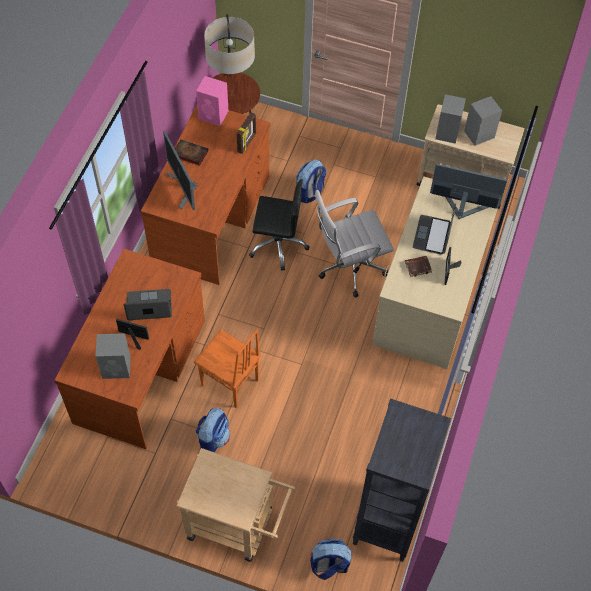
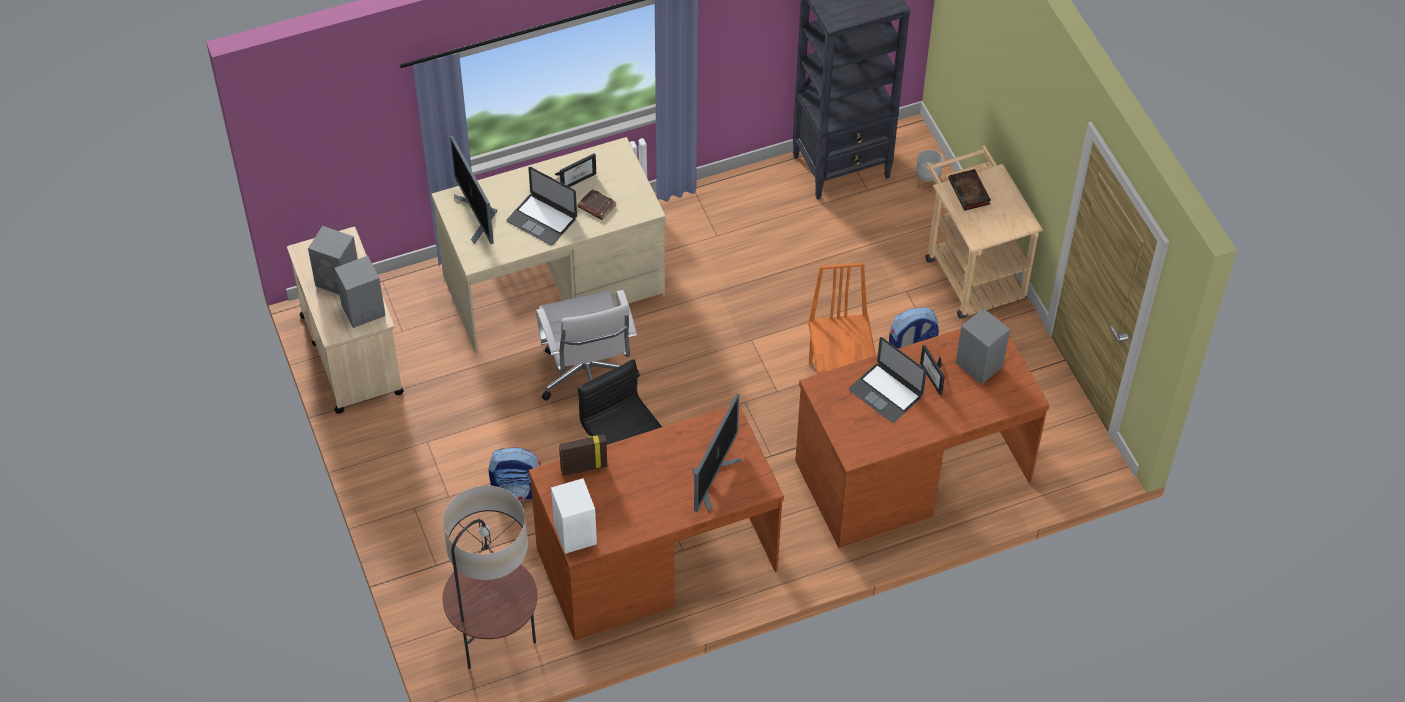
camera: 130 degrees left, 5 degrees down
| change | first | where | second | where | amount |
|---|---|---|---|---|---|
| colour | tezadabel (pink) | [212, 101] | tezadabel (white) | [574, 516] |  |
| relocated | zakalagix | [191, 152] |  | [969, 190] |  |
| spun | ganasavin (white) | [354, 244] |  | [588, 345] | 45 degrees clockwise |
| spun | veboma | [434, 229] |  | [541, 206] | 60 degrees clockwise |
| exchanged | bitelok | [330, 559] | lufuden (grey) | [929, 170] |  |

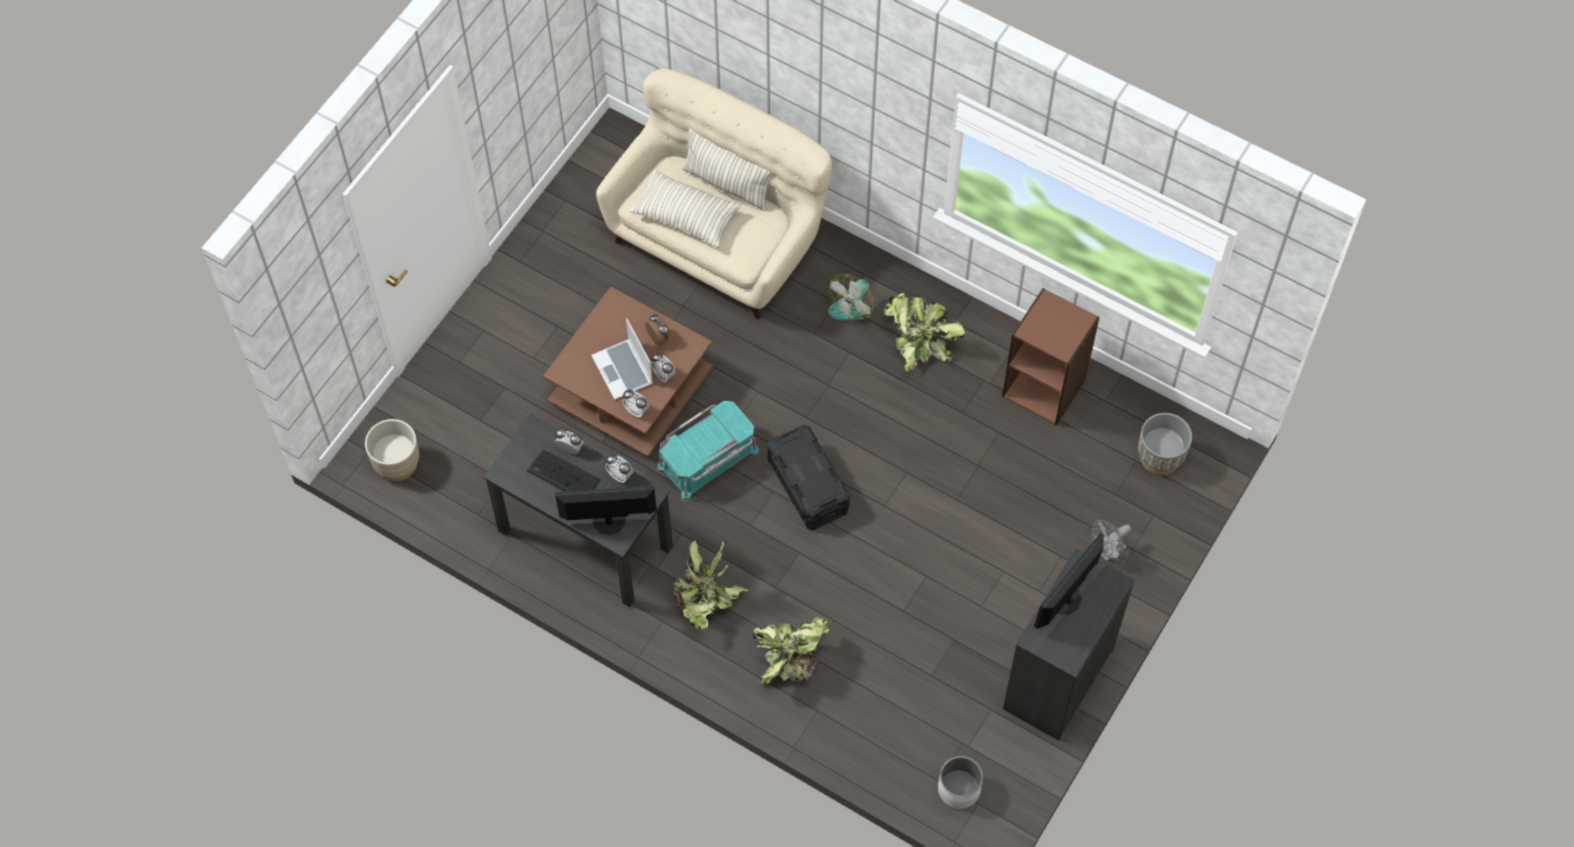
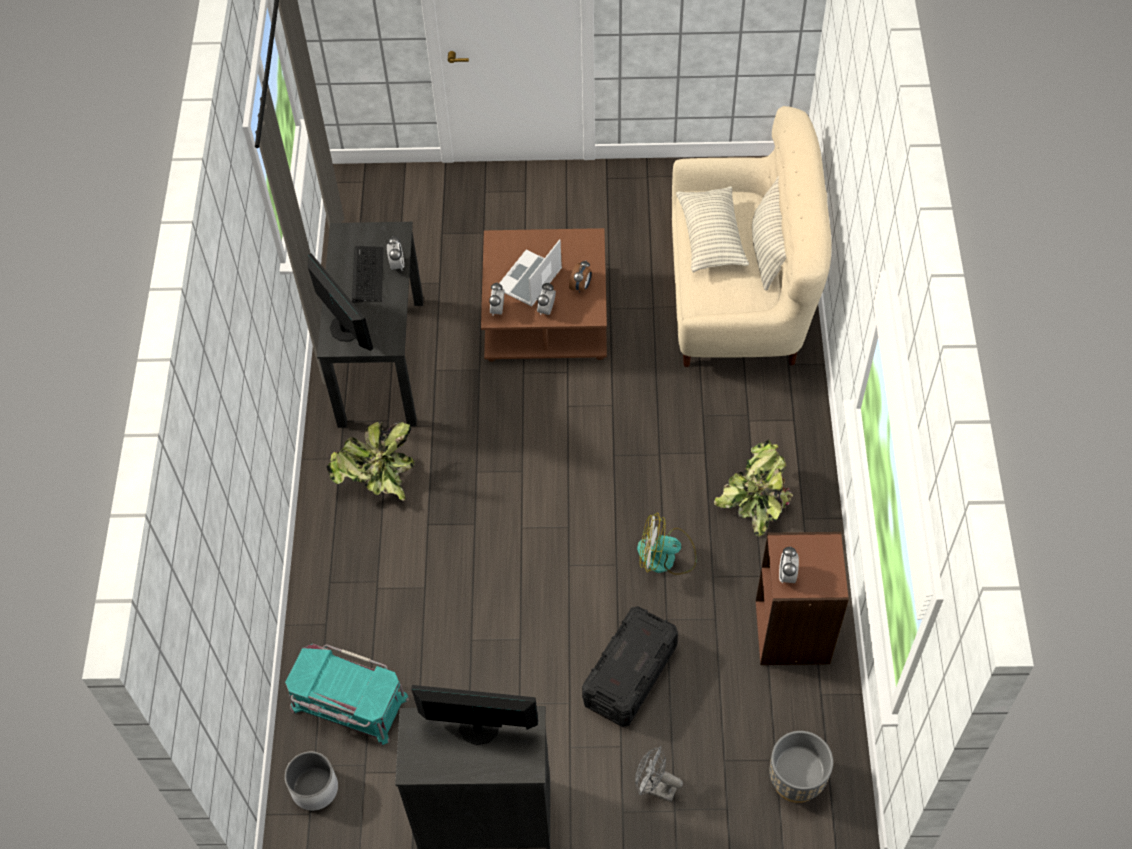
camera: 60 degrees right, 5 degrees down
| change | first | where | second | where | amount |
|---|---|---|---|---|---|
| relocated | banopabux | [852, 297] |  | [666, 544] |  |
| relocated | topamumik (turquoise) | [708, 451] |  | [347, 694] |  |
| missing | lufuden (beige) | [392, 450] |  |  |  |
| relocated | topamumik (black) | [808, 477] |  | [630, 666] |  |
| relocated | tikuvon | [619, 468] |  | [789, 564] |  |
| missing | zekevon | [791, 650] |  |  |  |

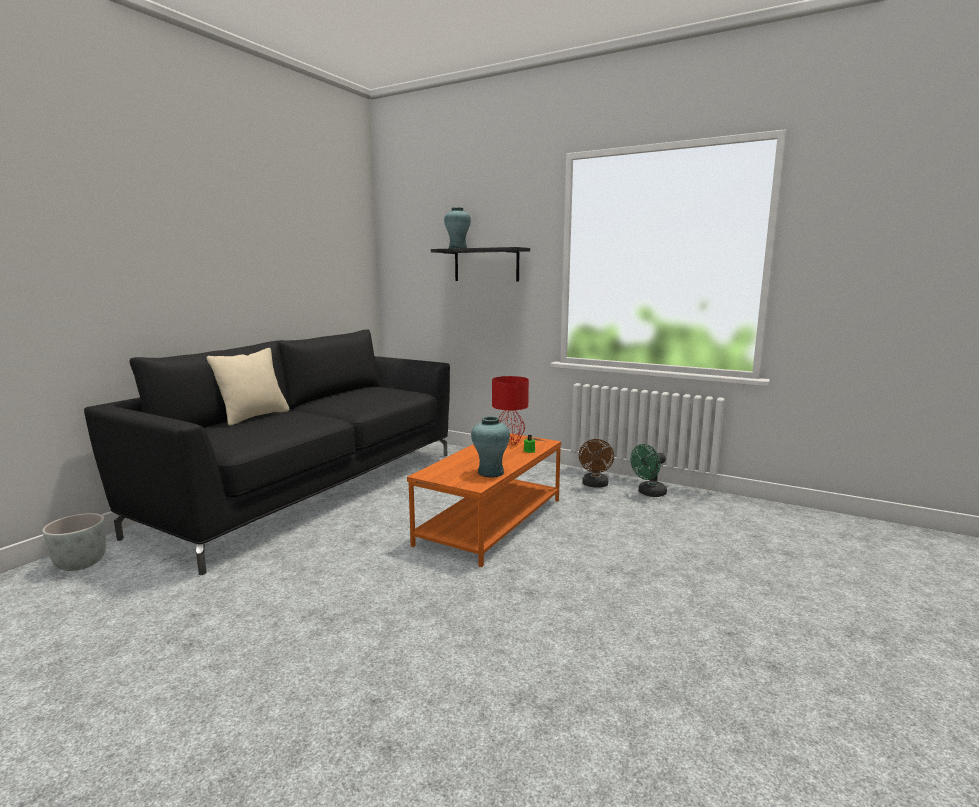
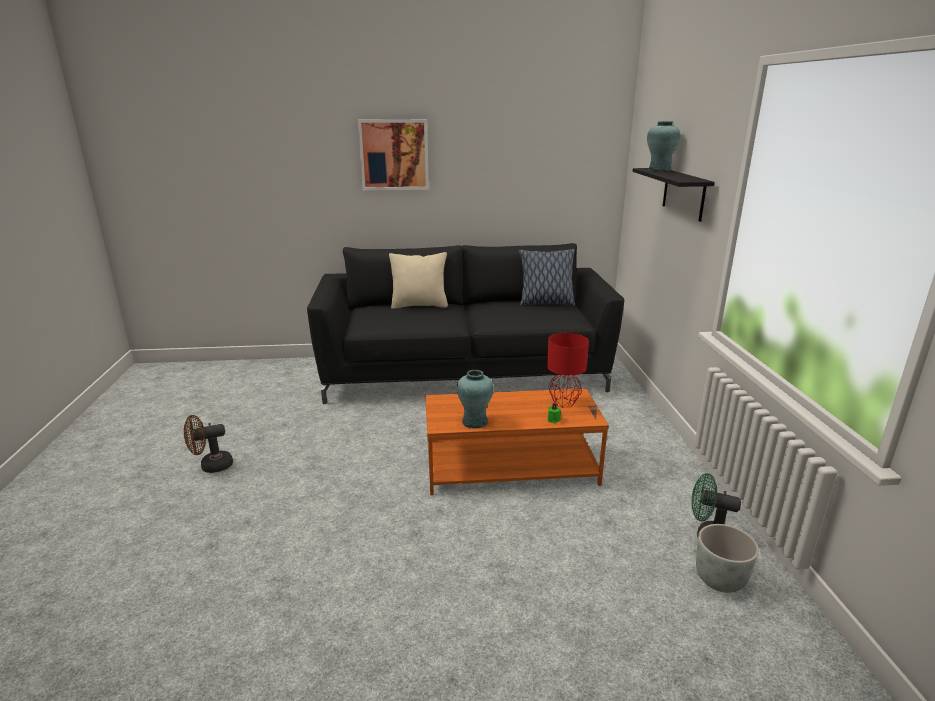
camera: 55 degrees right, 10 degrees up
| change | first | where | second | where | amount |
|---|---|---|---|---|---|
| relocated | banopabux (brown) | [596, 463] |  | [208, 444] |  |
| relocated | lufuden (grey) | [74, 542] |  | [727, 558] |  |
| appeared |  |  | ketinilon | [393, 154] |  |
| appeared |  |  | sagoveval | [546, 277] |  |

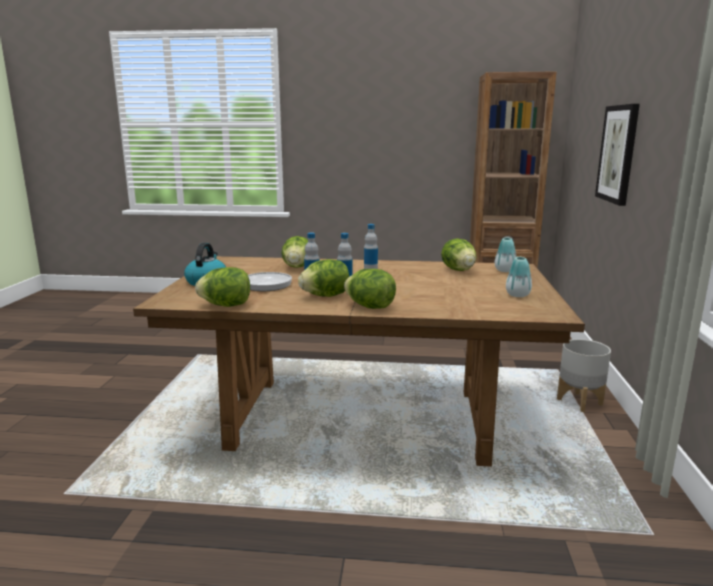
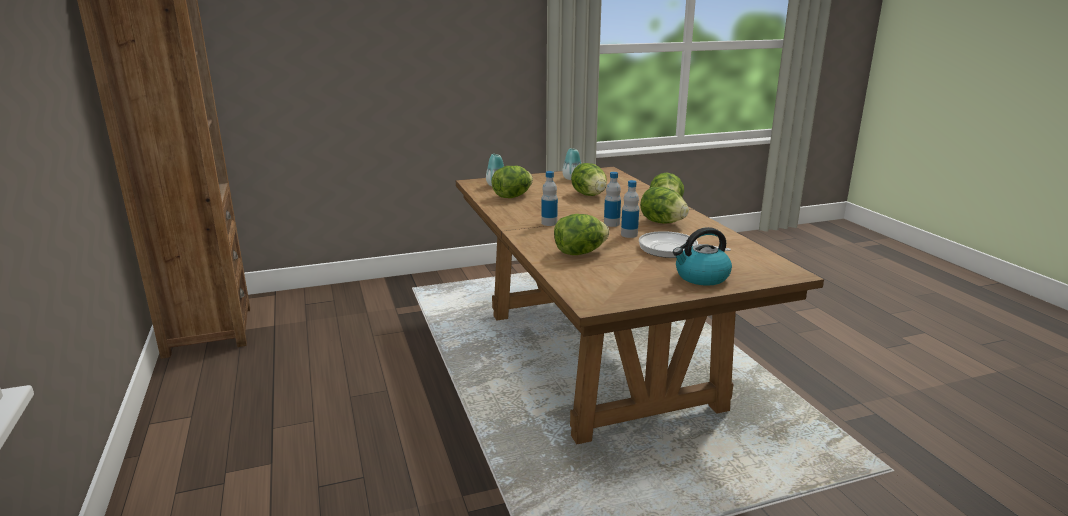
camera: 115 degrees left, 5 degrees up
| change | first | where | second | where | amount |
|---|---|---|---|---|---|
| missing | ketinilon | [617, 155] |  |  |  |
| relocated | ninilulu | [222, 287] |  | [589, 179] |  |
| missing | lufuden (grey) | [584, 376] |  |  |  |

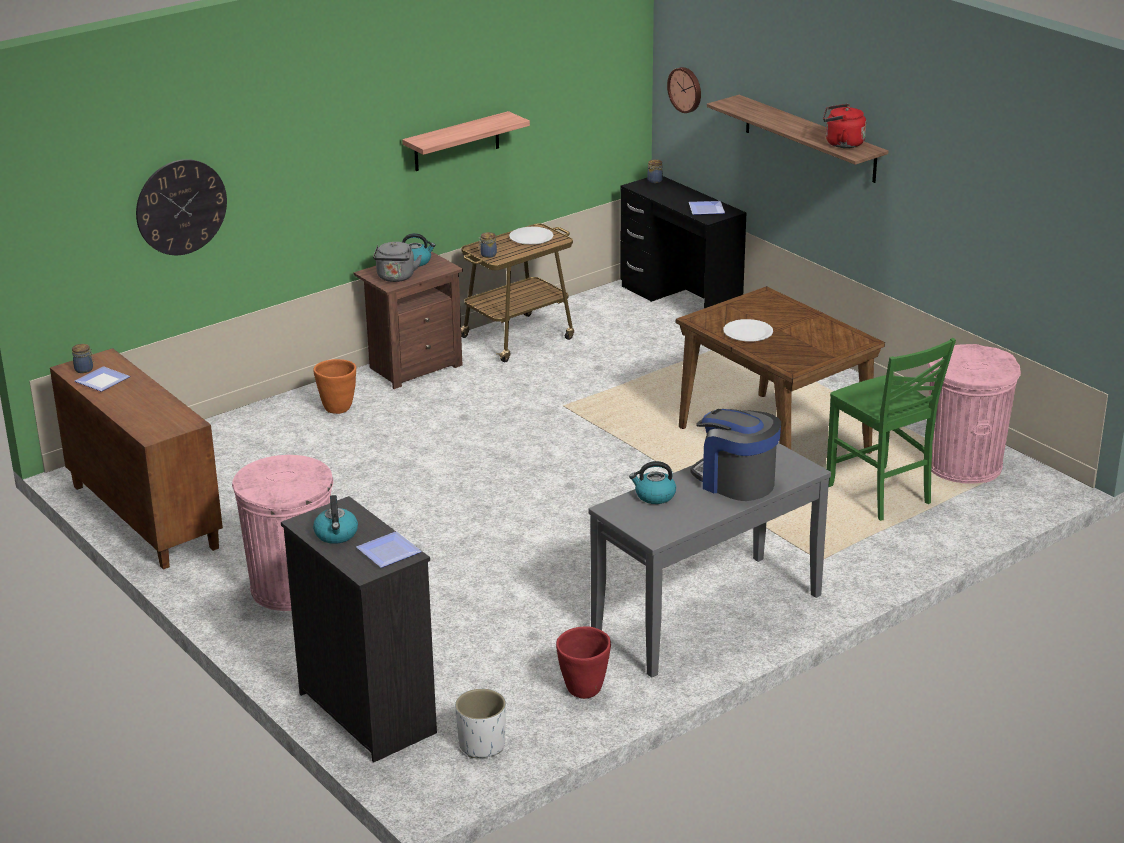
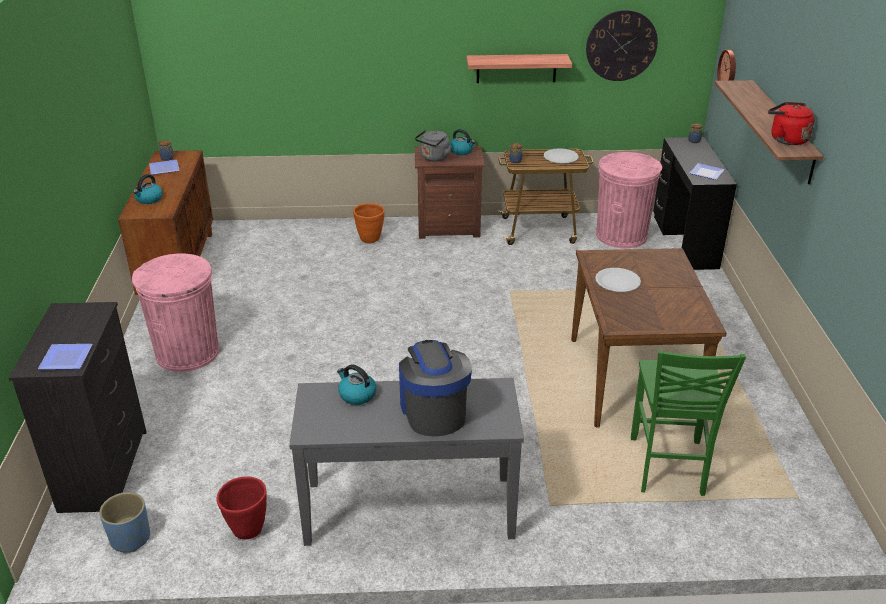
camera: 35 degrees right, 5 degrees up
| change | first | where | second | where | amount |
|---|---|---|---|---|---|
| relocated | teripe | [181, 207] |  | [622, 45] |  |
| relocated | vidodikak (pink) | [974, 414] |  | [629, 200] |  |
| relocated | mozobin | [335, 519] |  | [148, 189] |  |
| colour | lufuden (white) | [480, 723] | lufuden (blue) | [124, 522] |  |

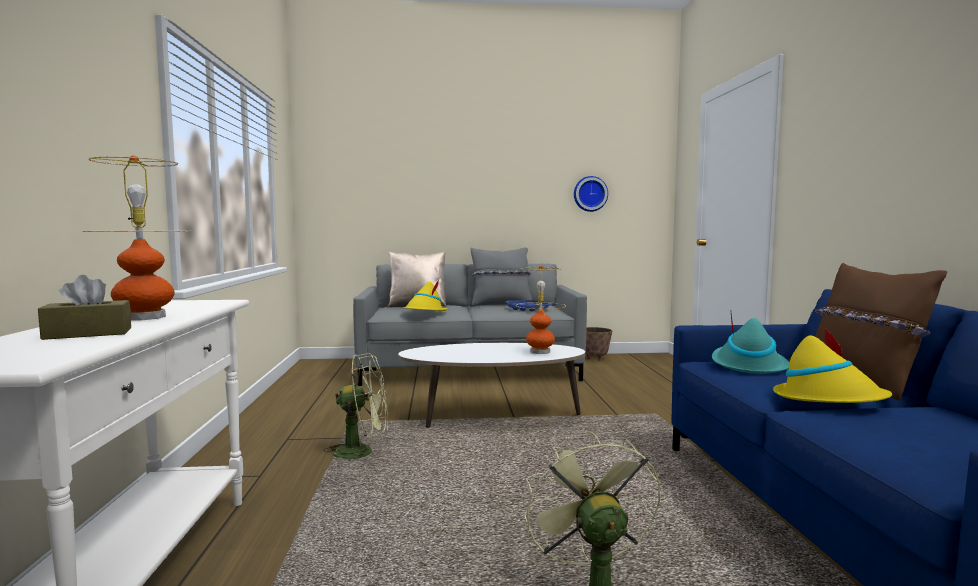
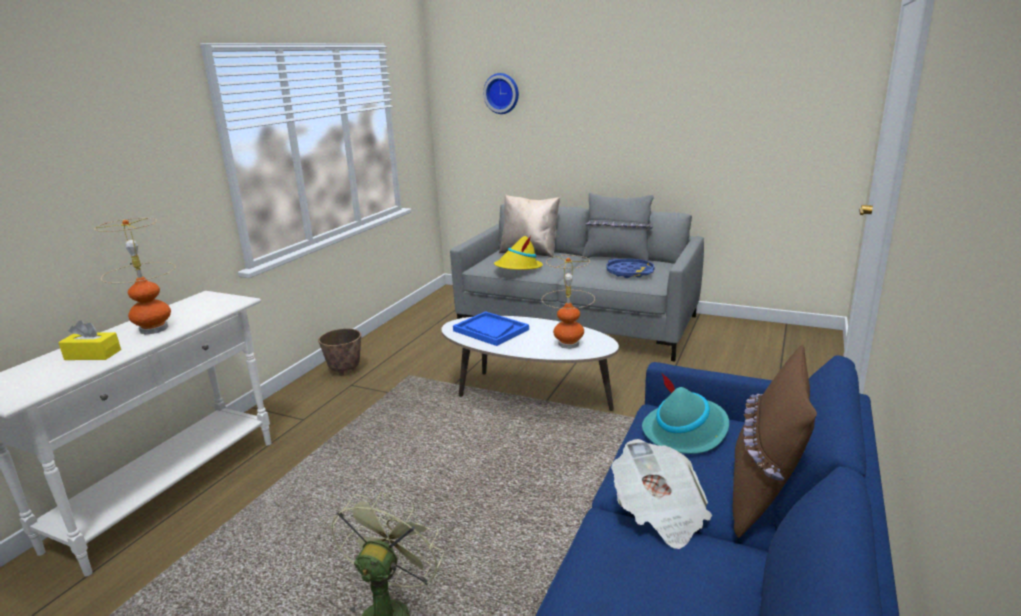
camera: 30 degrees right, 15 degrees up
| change | first | where | second | where | amount |
|---|---|---|---|---|---|
| relocated | teripe | [591, 194] |  | [501, 93] |  |
| colour | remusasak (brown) | [84, 307] | remusasak (yellow) | [89, 340] |  |
| exchanged | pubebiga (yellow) | [832, 364] | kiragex | [661, 494] |  |
| relocated | lufuden | [599, 343] |  | [339, 352] |  |
| missing | banopabux (green) | [356, 407] |  |  |  |
| appeared |  |  | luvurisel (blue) | [491, 328] |  |

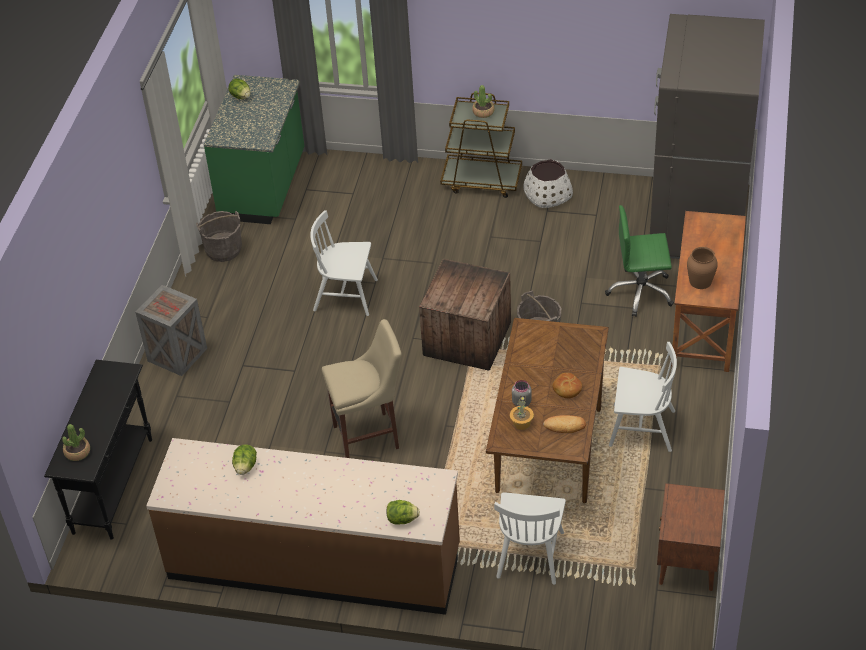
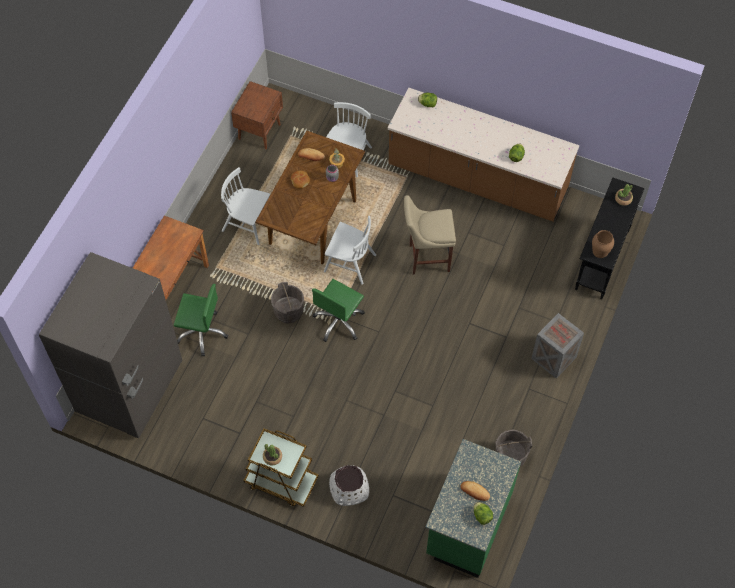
camera: 170 degrees left, 15 degrees up
| change | first | where | second | where | amount |
|---|---|---|---|---|---|
| relocated | lufuden (white) | [548, 183] |  | [349, 485] |  |
| relocated | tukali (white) | [344, 263] |  | [350, 250] |  |
| relocated | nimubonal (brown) | [702, 268] |  | [603, 244] |  |
| exchanged | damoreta | [465, 315] | ganasavin (green) | [338, 310] |  |
| appeared |  |  | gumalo | [475, 491] |  |

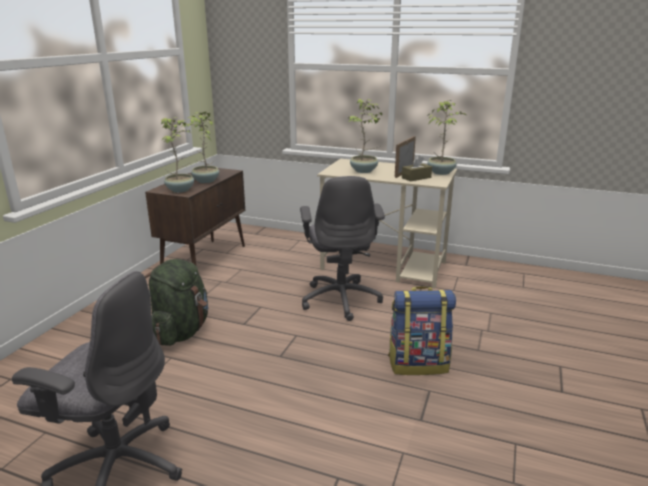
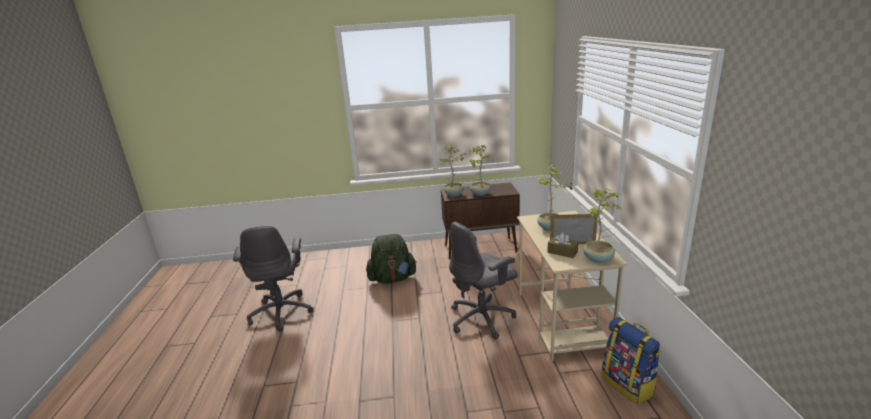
camera: 65 degrees right, 0 degrees up
| change | first | where | second | where | amount |
|---|---|---|---|---|---|
| relocated | bitelok | [422, 330] |  | [631, 361] |  |

